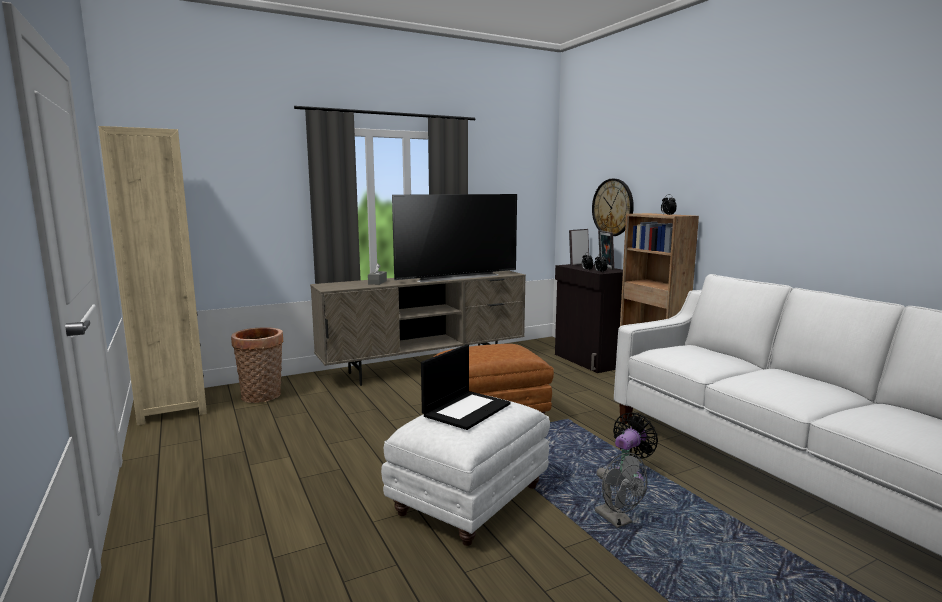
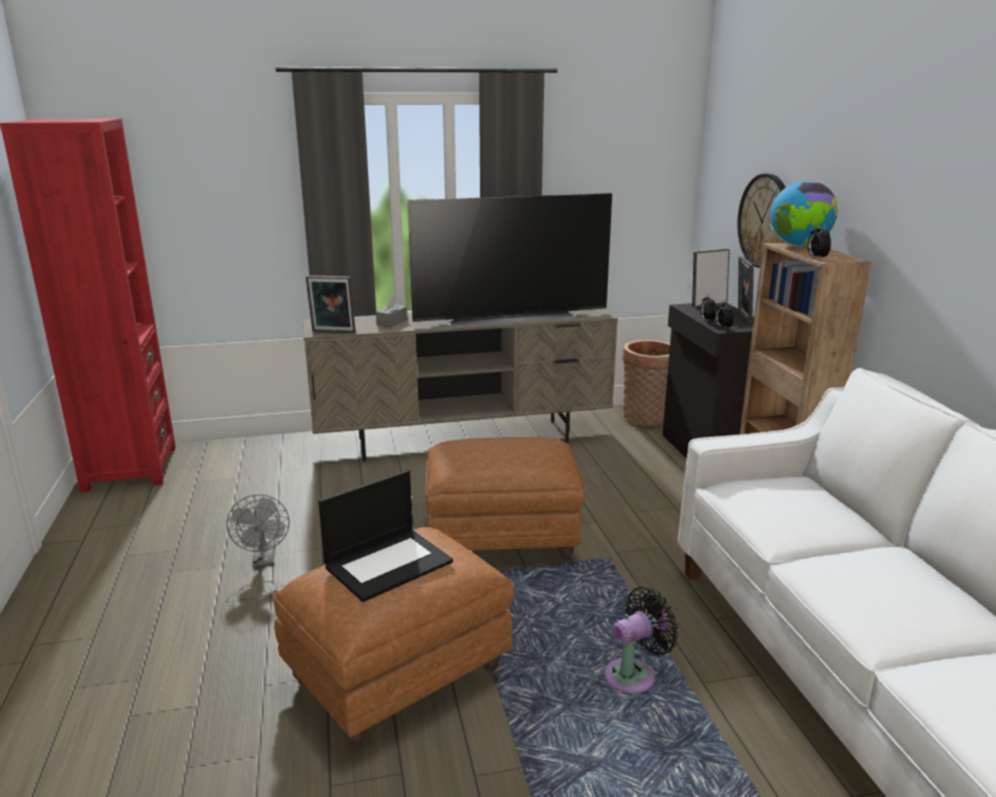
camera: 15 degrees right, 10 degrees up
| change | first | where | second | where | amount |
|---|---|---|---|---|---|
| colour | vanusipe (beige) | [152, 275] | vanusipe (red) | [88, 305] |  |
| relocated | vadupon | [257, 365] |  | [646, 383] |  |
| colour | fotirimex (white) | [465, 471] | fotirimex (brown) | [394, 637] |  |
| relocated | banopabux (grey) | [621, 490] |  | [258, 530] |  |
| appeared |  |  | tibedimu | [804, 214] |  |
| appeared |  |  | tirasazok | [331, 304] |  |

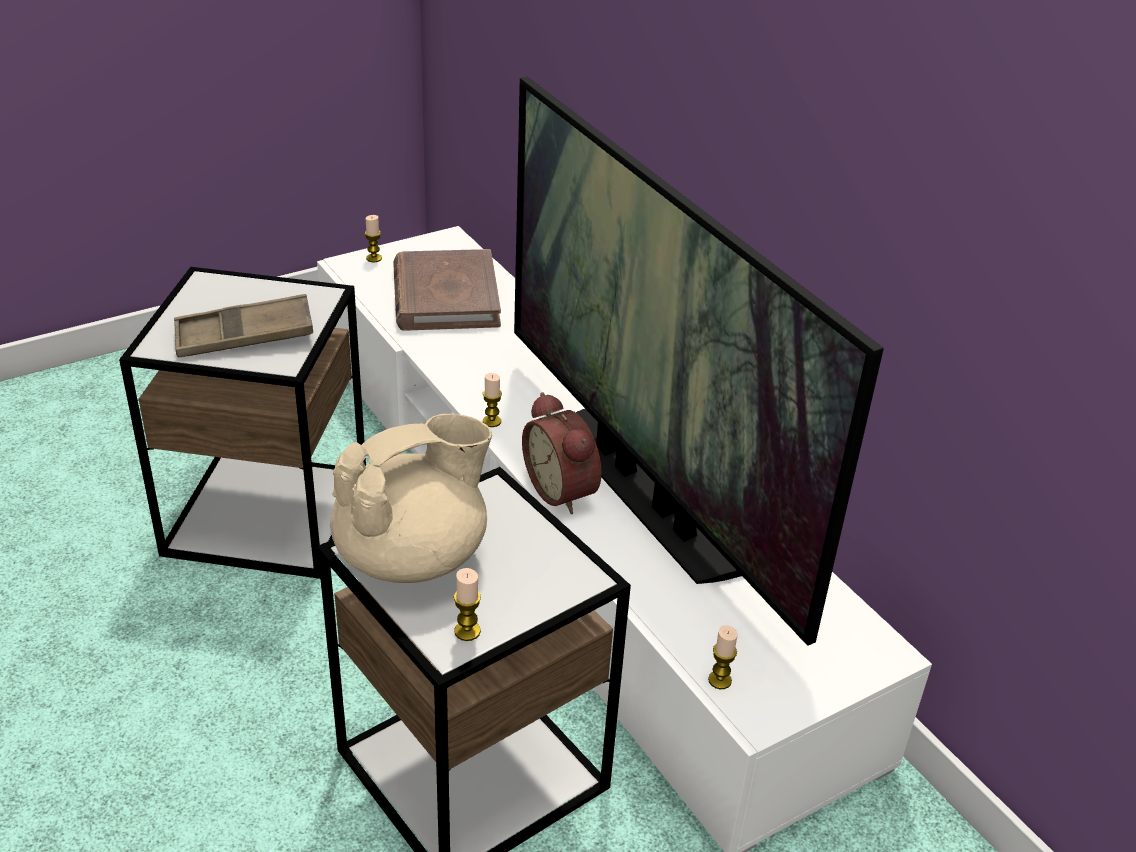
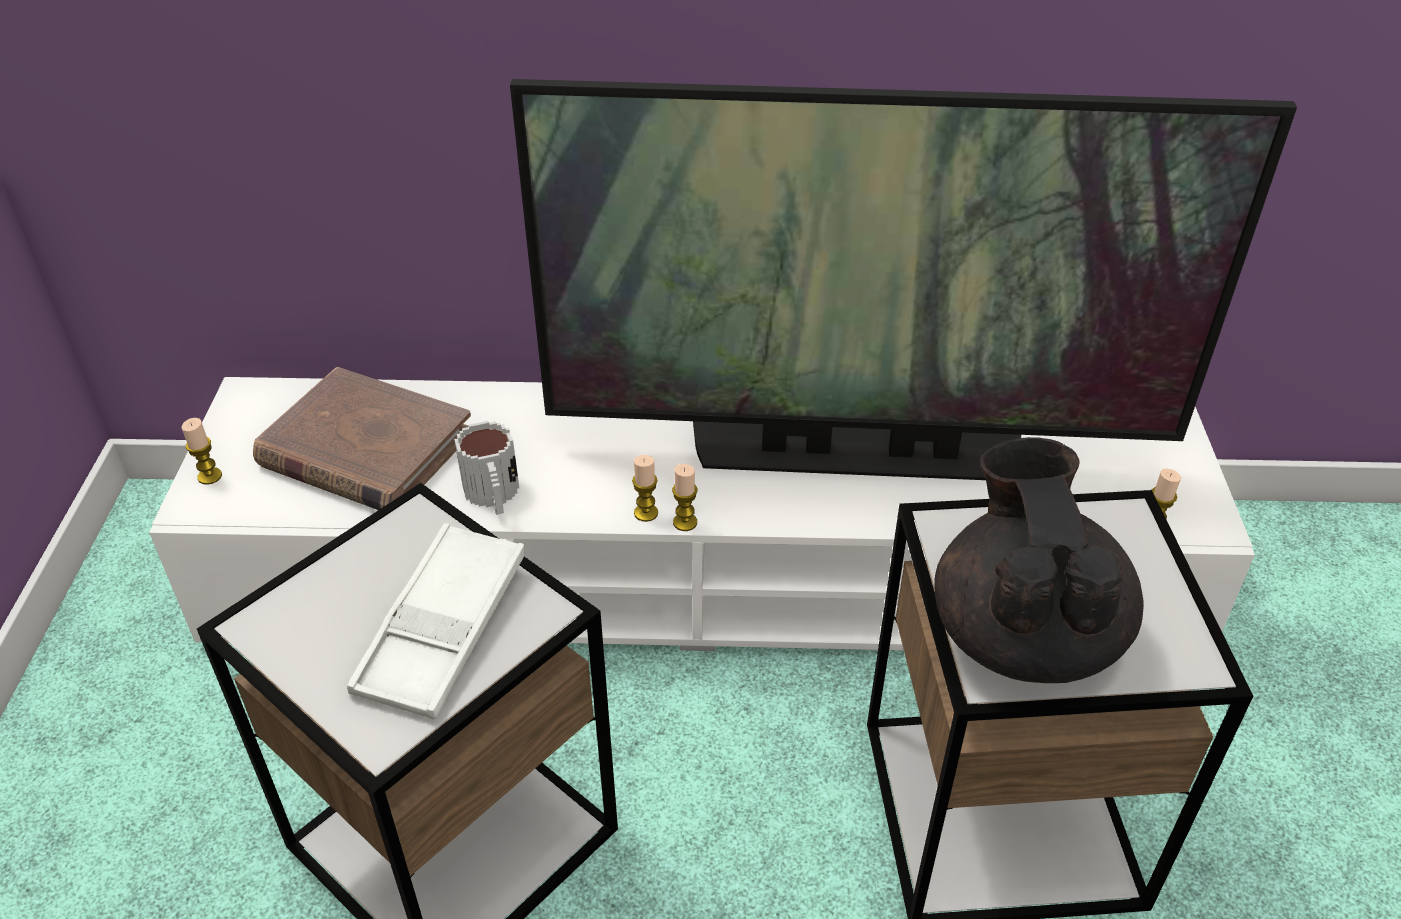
camera: 55 degrees left, 5 degrees up
| change | first | where | second | where | amount |
|---|---|---|---|---|---|
| colour | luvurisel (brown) | [243, 325] | luvurisel (white) | [436, 621] |  |
| missing | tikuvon | [562, 453] |  |  |  |
| colour | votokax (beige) | [411, 498] | votokax (black) | [1039, 560] |  |
| relocated | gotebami | [467, 604] |  | [684, 497] |  |
| appeared |  |  | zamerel | [486, 468] |  |

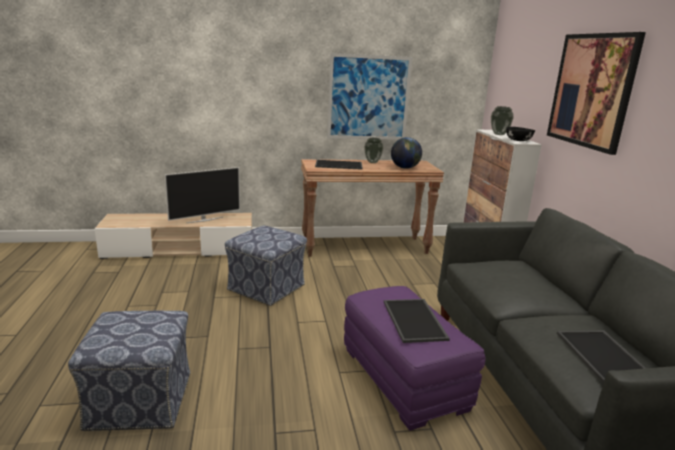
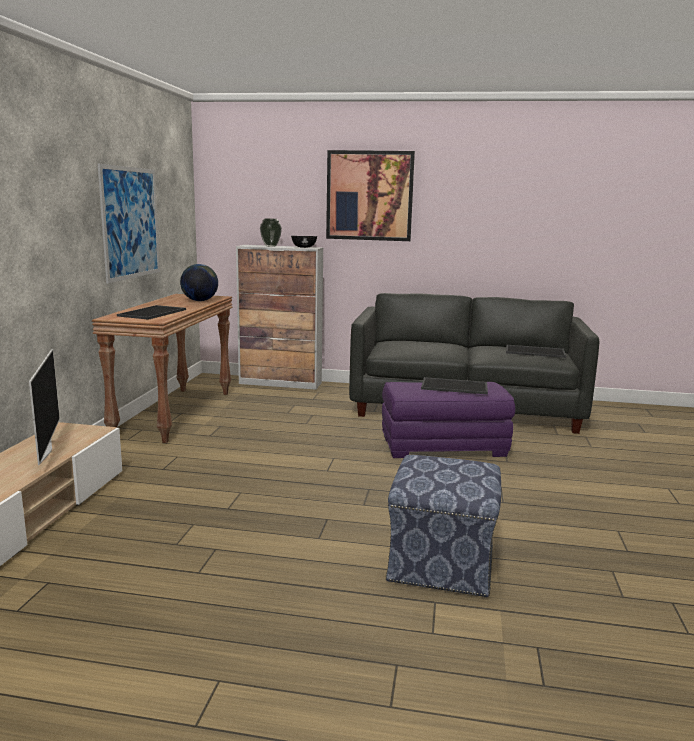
camera: 70 degrees left, 5 degrees down
| change | first | where | second | where | amount |
|---|---|---|---|---|---|
| missing | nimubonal | [374, 150] |  |  |  |
| missing | fotirimex | [266, 265] |  |  |  |

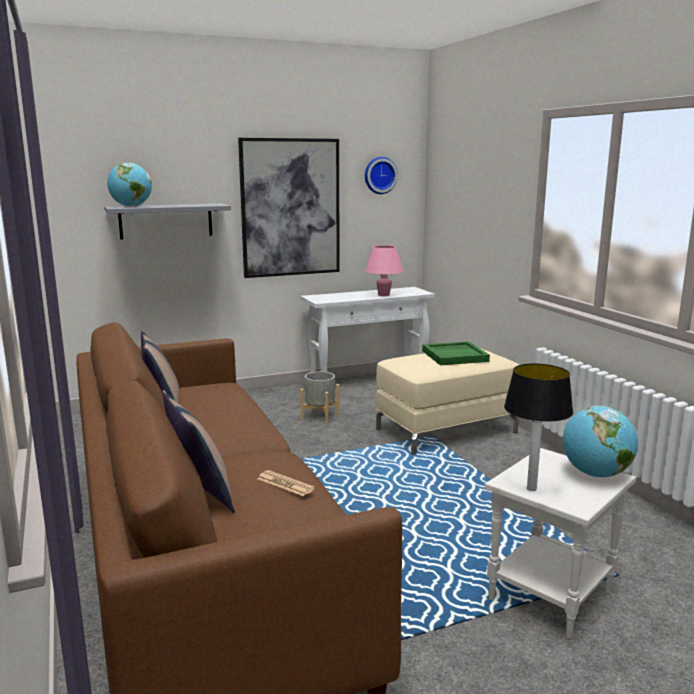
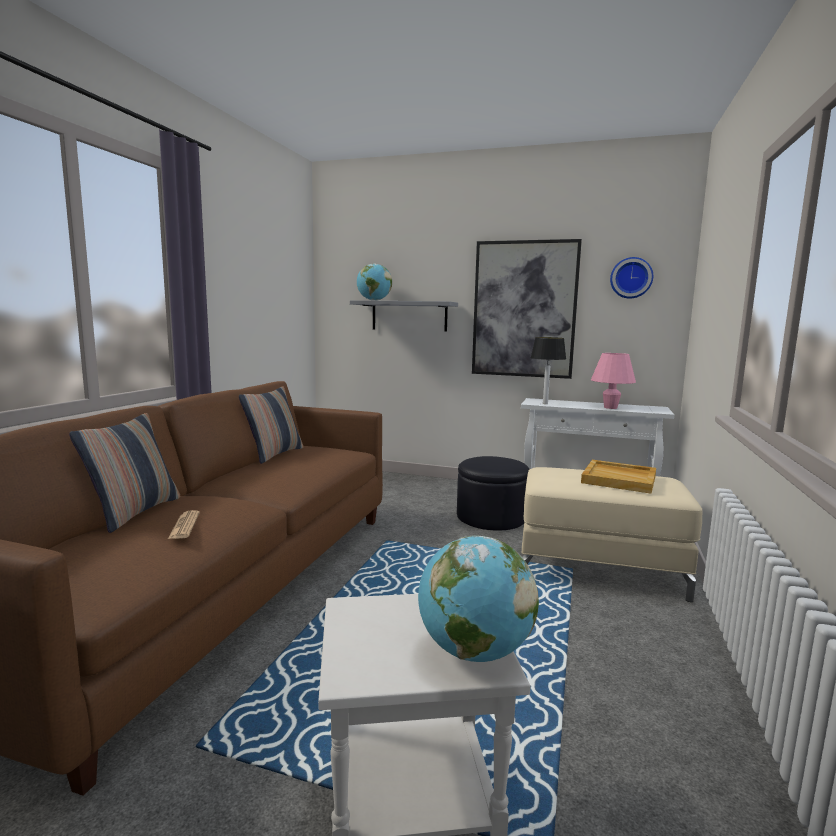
camera: 40 degrees right, 5 degrees down
| change | first | where | second | where | amount |
|---|---|---|---|---|---|
| colour | luvurisel (green) | [456, 353] | luvurisel (beige) | [618, 477] |  |
| relocated | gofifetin | [538, 427] |  | [548, 370] |  |
| exchanged | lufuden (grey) | [319, 398] | fotirimex (black) | [493, 493] |  |

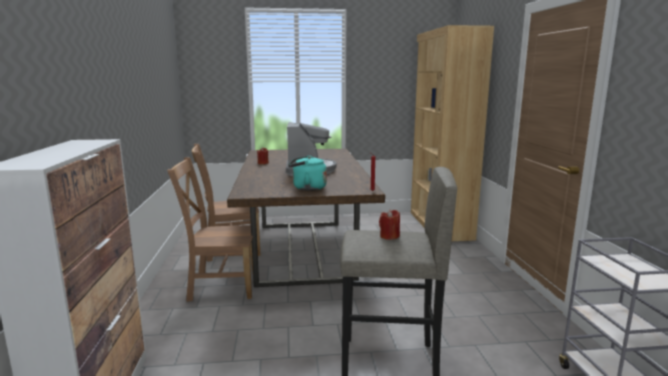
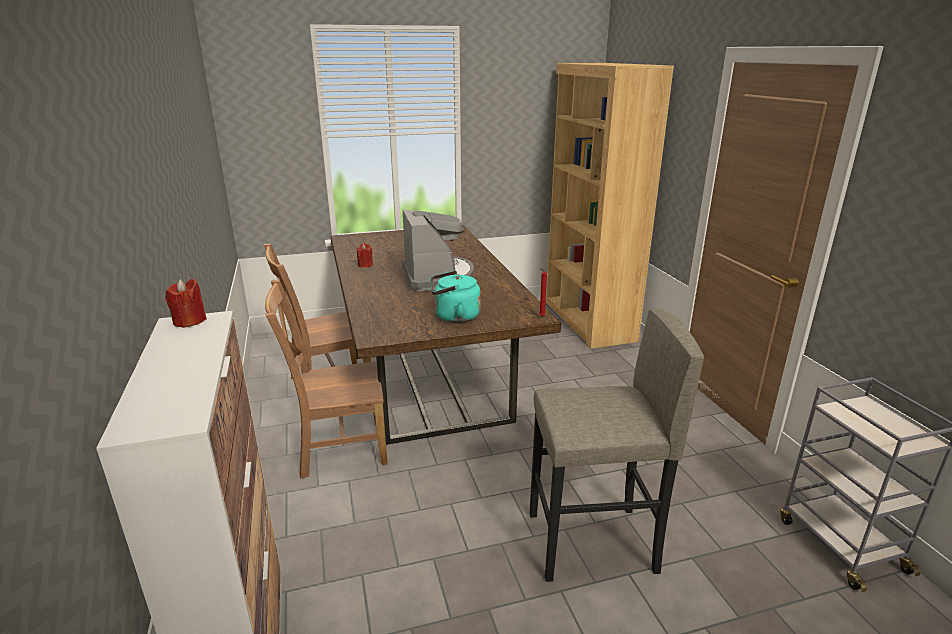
camera: 10 degrees left, 10 degrees up
| change | first | where | second | where | amount |
|---|---|---|---|---|---|
| relocated | gotebami (red) | [389, 224] |  | [186, 303] |  |

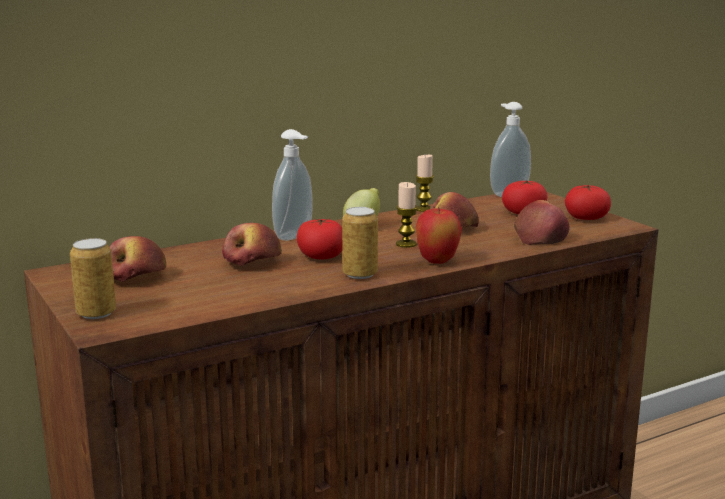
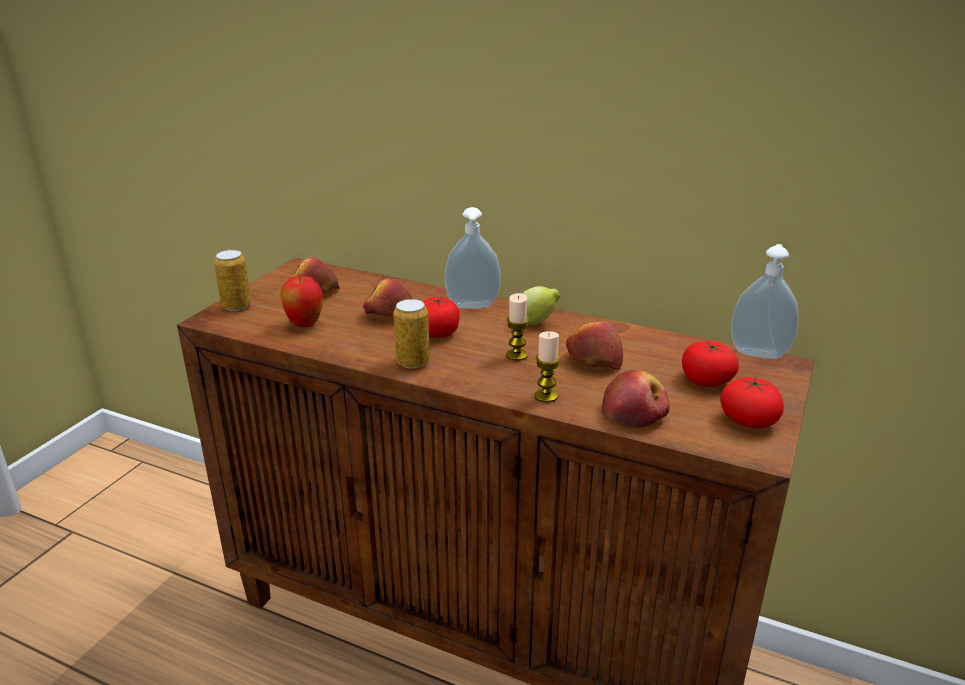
camera: 55 degrees right, 10 degrees up
| change | first | where | second | where | amount |
|---|---|---|---|---|---|
| relocated | gotebami | [424, 183] |  | [547, 367] |  |
| relocated | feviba | [439, 235] |  | [301, 301] |  |

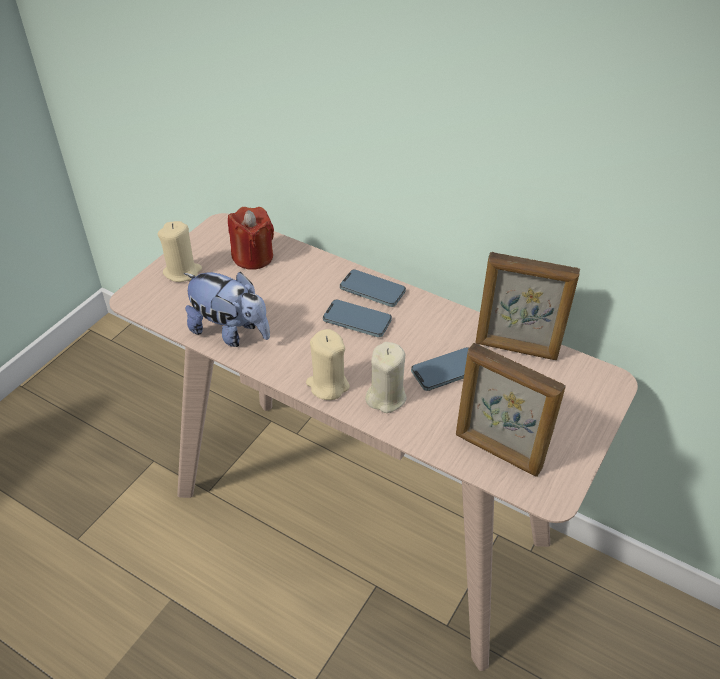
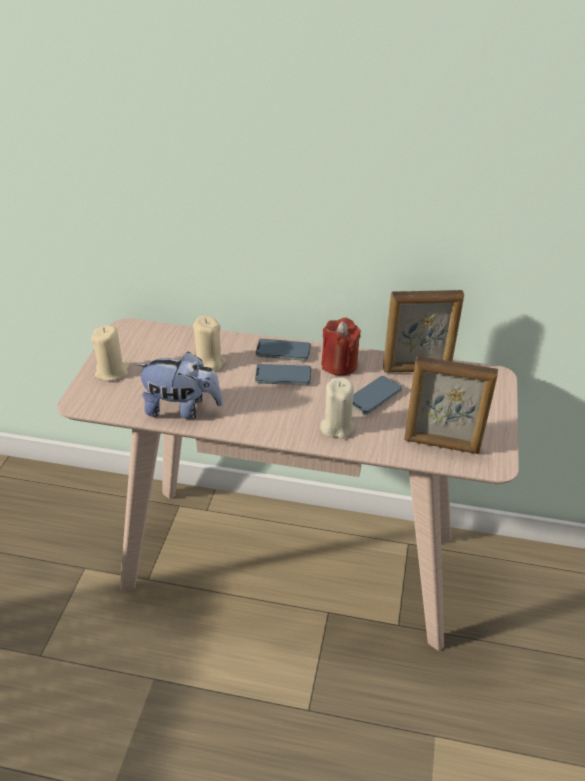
camera: 20 degrees left, 5 degrees down
| change | first | where | second | where | amount |
|---|---|---|---|---|---|
| relocated | gotebami (red) | [251, 238] |  | [341, 346] |  |
| relocated | gotebami (beige) | [328, 364] |  | [209, 343] |  |

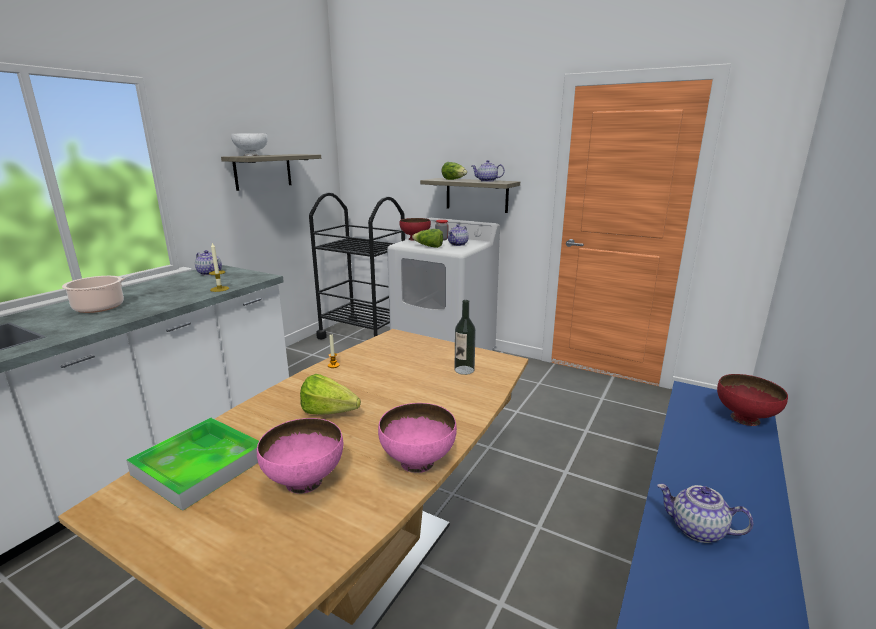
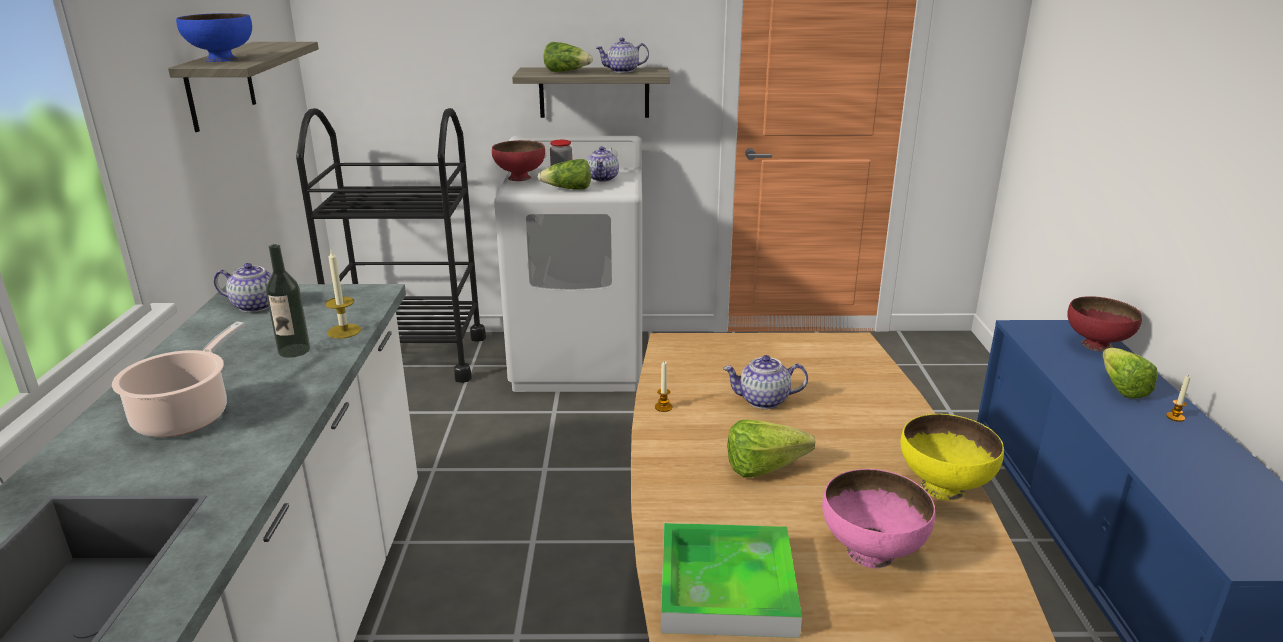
camera: 30 degrees left, 5 degrees up
| change | first | where | second | where | amount |
|---|---|---|---|---|---|
| colour | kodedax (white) | [249, 145] | kodedax (blue) | [214, 37] |  |
| relocated | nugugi | [465, 337] |  | [288, 301] |  |
| colour | kodedax (pink) | [417, 438] | kodedax (yellow) | [952, 457] |  |
| relocated | votokax | [705, 513] |  | [765, 382] |  |
| appeared |  |  | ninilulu | [1130, 373] |  |
| appeared |  |  | gotebami | [1178, 398] |  |

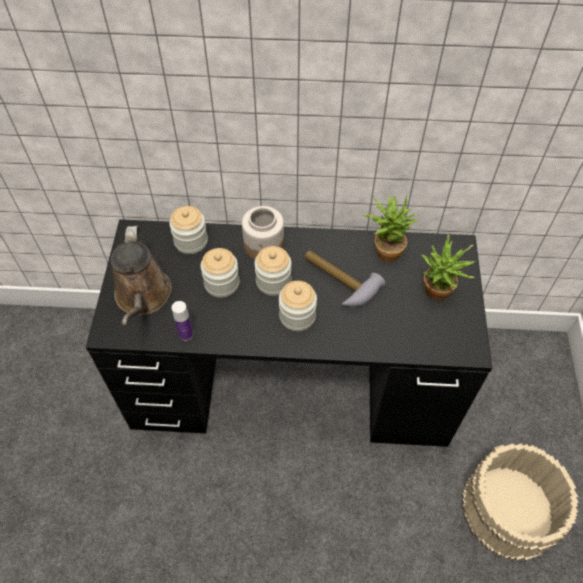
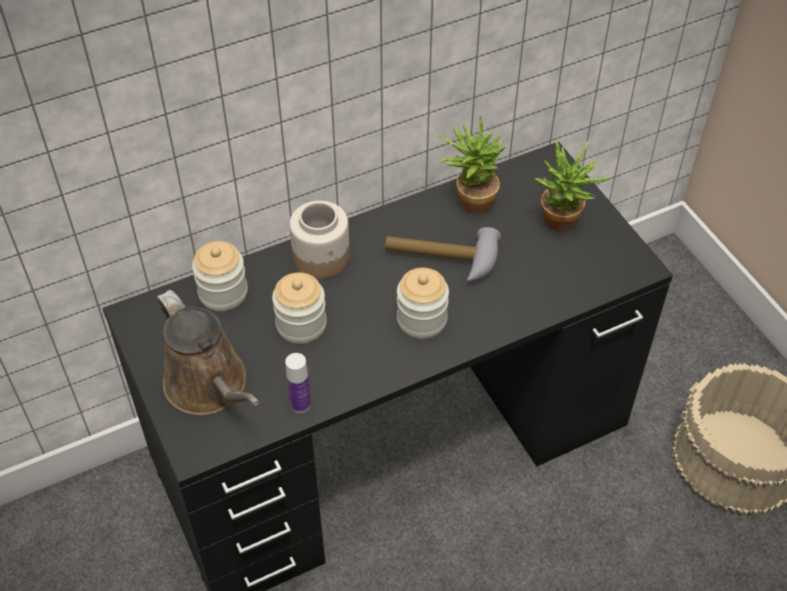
camera: 30 degrees left, 5 degrees down
| change | first | where | second | where | amount |
|---|---|---|---|---|---|
| missing | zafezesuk | [272, 271] |  |  |  |

